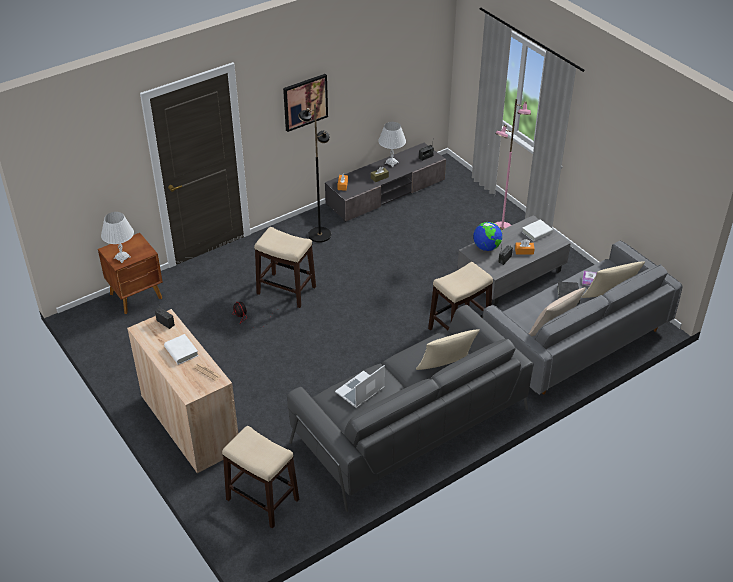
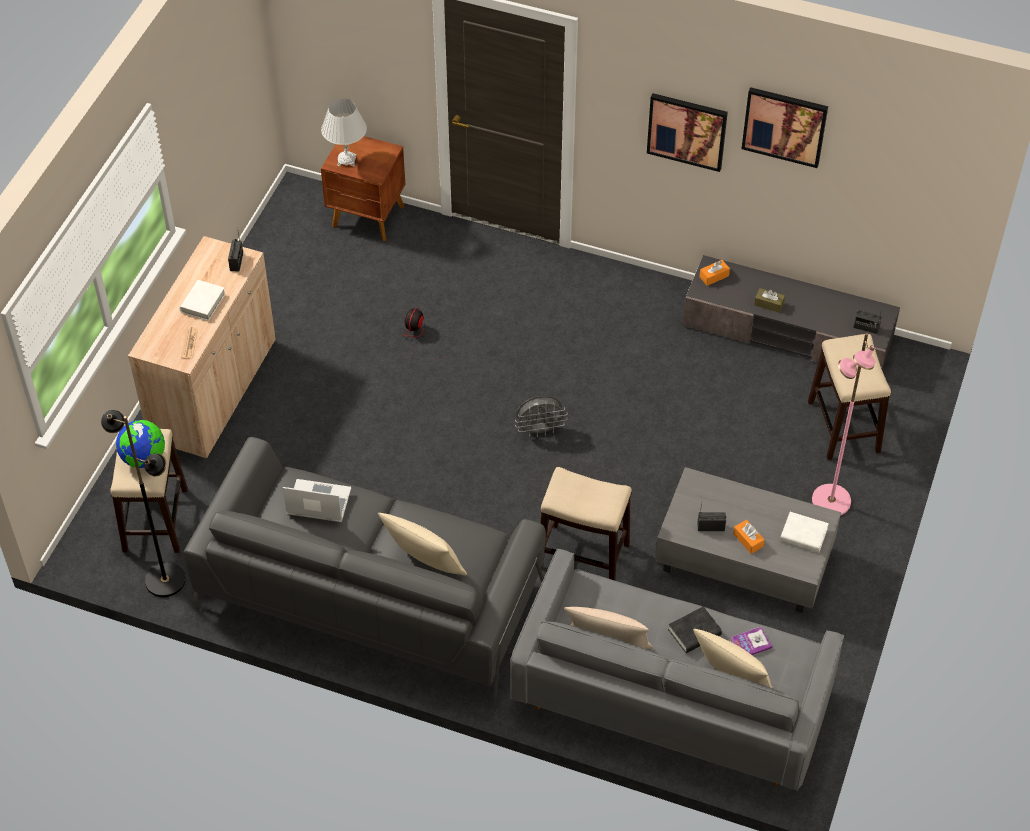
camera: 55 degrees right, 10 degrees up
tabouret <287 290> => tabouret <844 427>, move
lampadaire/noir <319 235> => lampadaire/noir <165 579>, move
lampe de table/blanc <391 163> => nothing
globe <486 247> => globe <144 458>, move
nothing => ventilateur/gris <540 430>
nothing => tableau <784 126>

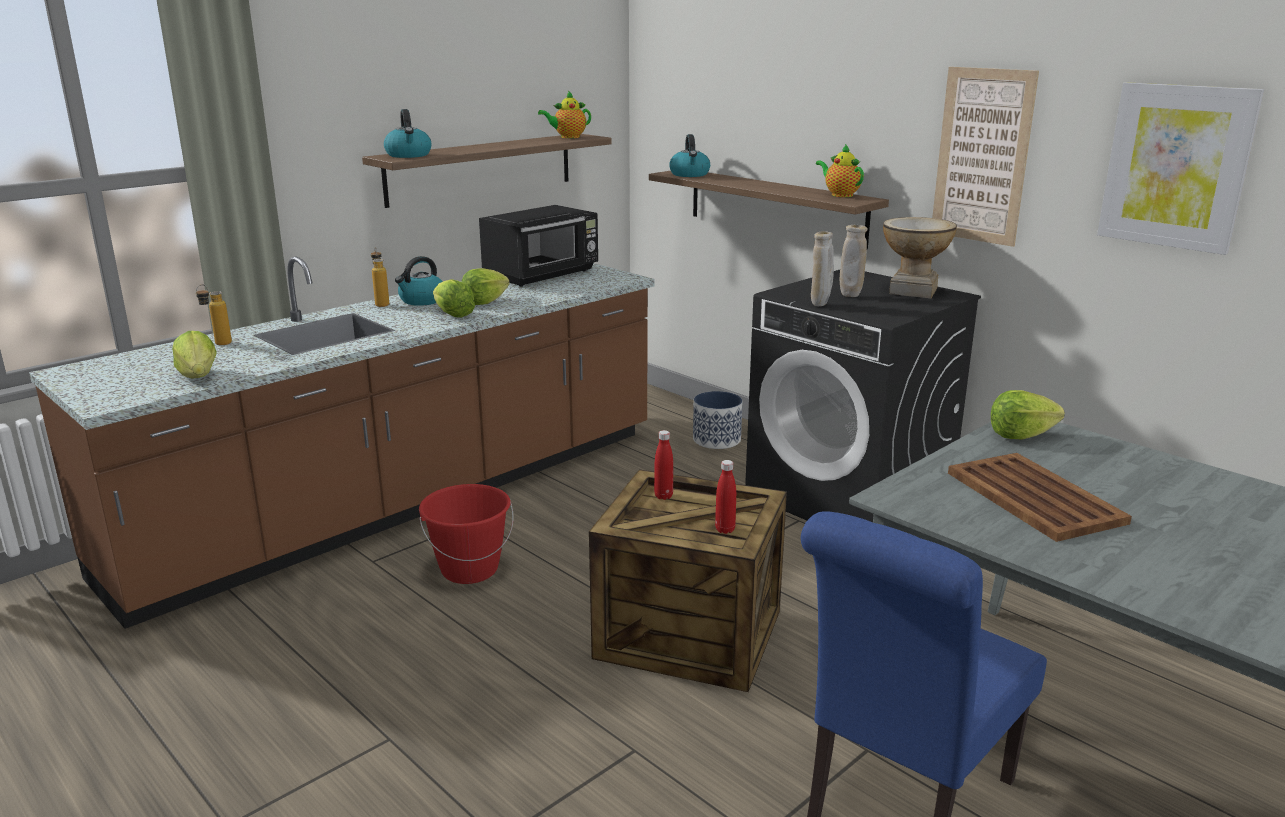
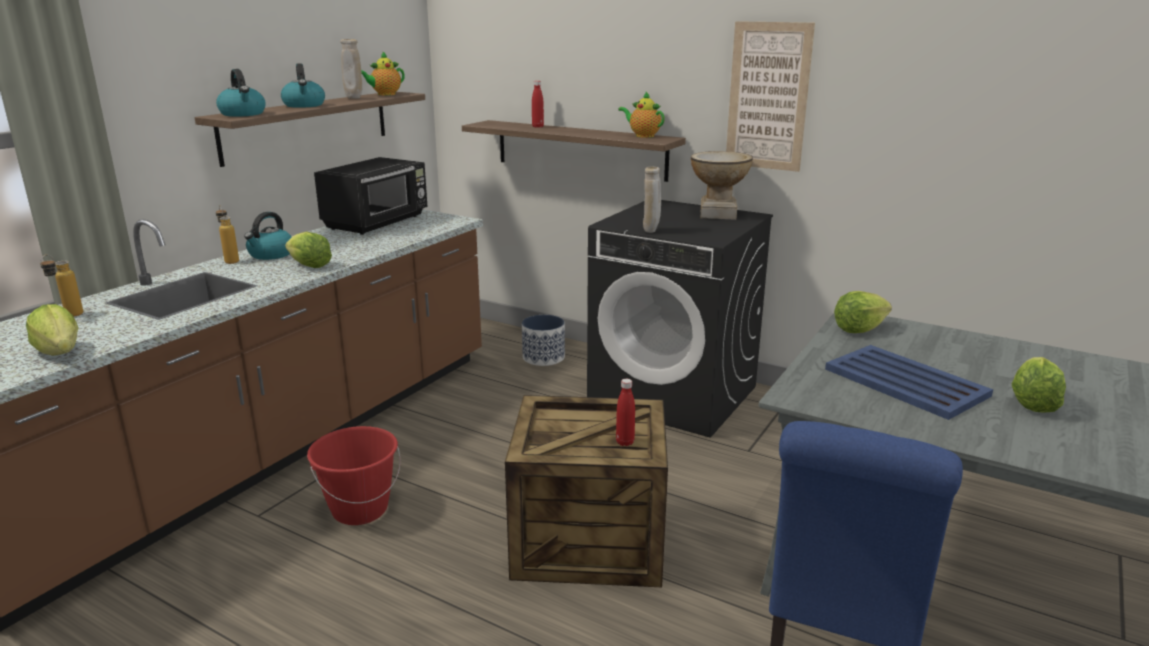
camera: 15 degrees left, 0 degrees up
laitue <484 302> => laitue <1033 403>, move
bouteille/rouge <663 496> => bouteille/rouge <537 126>, move
bouilloire <690 174> => bouilloire <304 105>, move
vase/beige <850 296> => vase/beige <354 98>, move
plateau/marron <1035 498> => plateau/bleu <906 383>
tableau <1176 166> => nothing

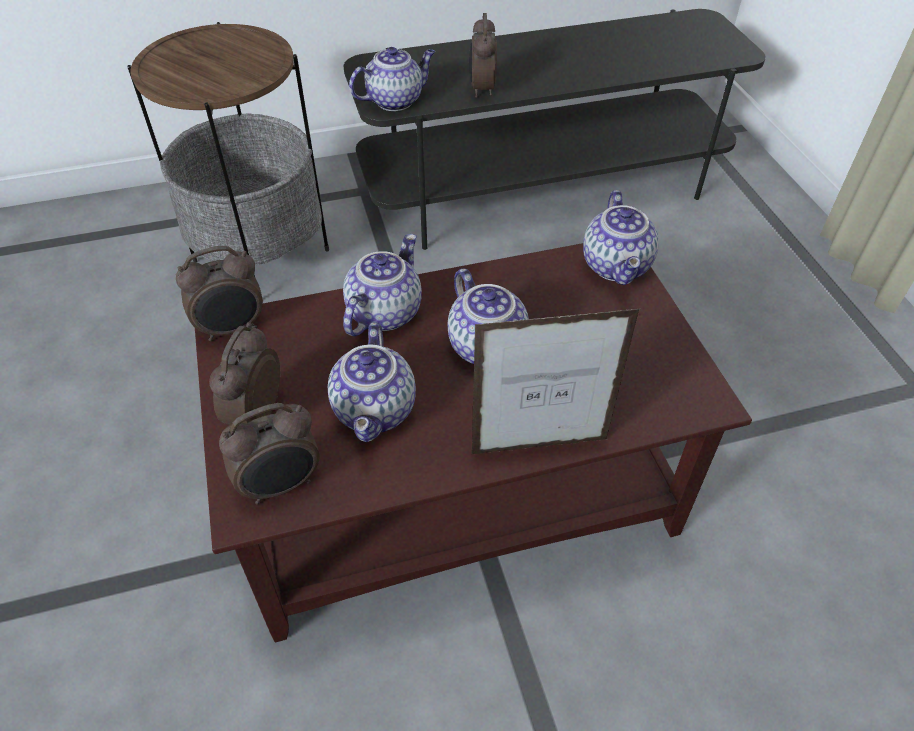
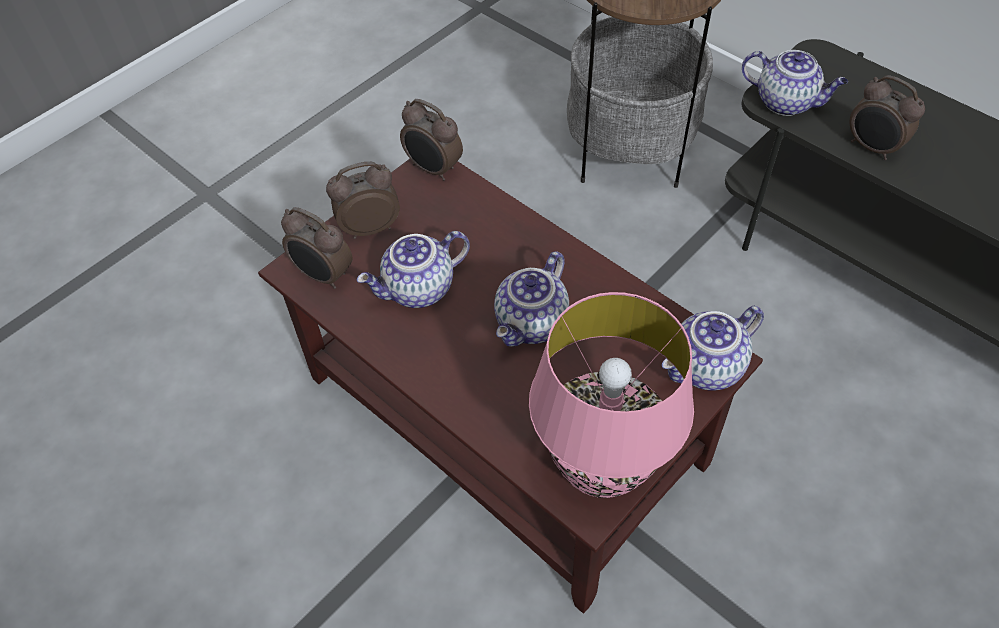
camera: 60 degrees right, 5 degrees up
théière <383 312> => nothing
réveil <481 89> => réveil <872 148>, 105 degrees counterclockwise
cadre photo <540 446> => nothing
nothing => lampe de table/rose <602 470>

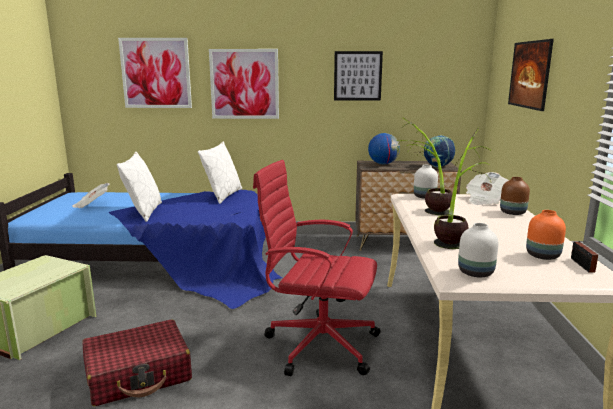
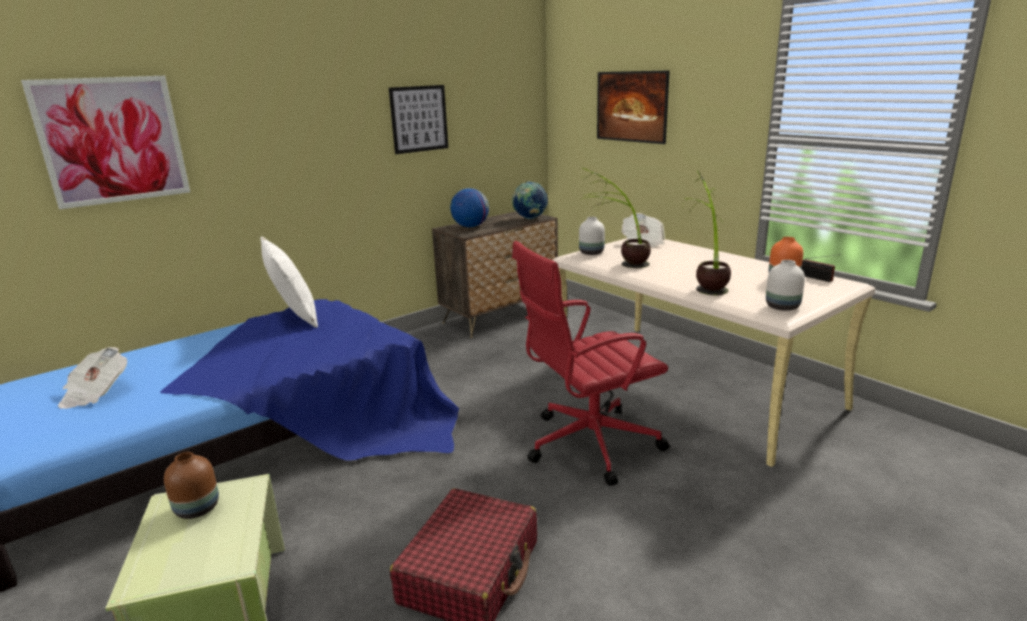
camera: 40 degrees left, 5 degrees up
coussin/blanc <143 212> => nothing
tableau <244 84> => nothing
vase/marron <513 213> => vase/marron <199 508>, move

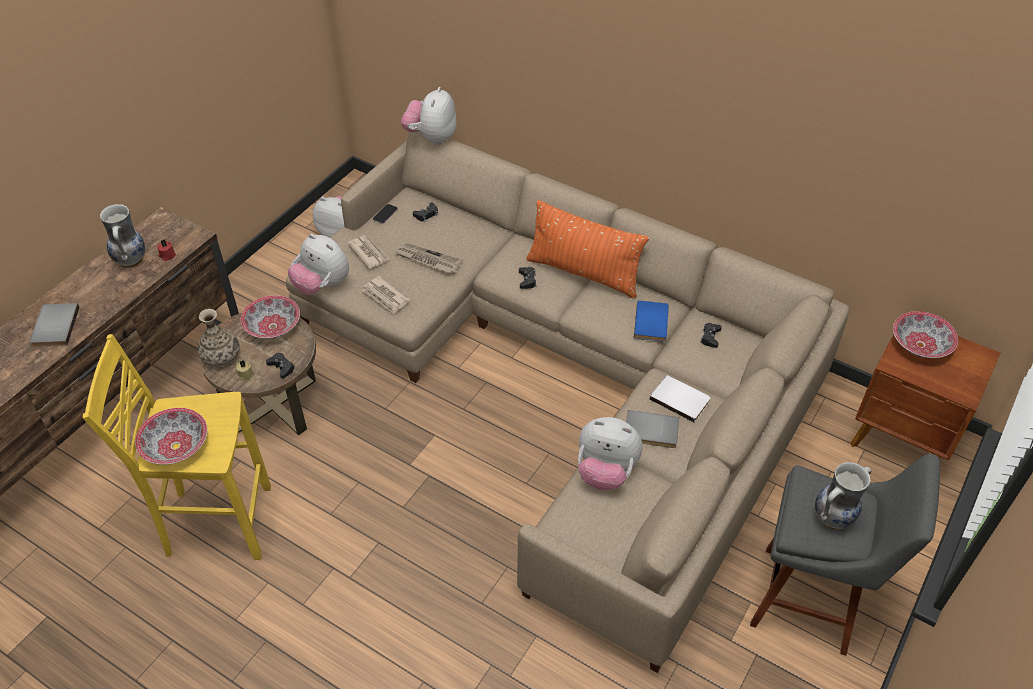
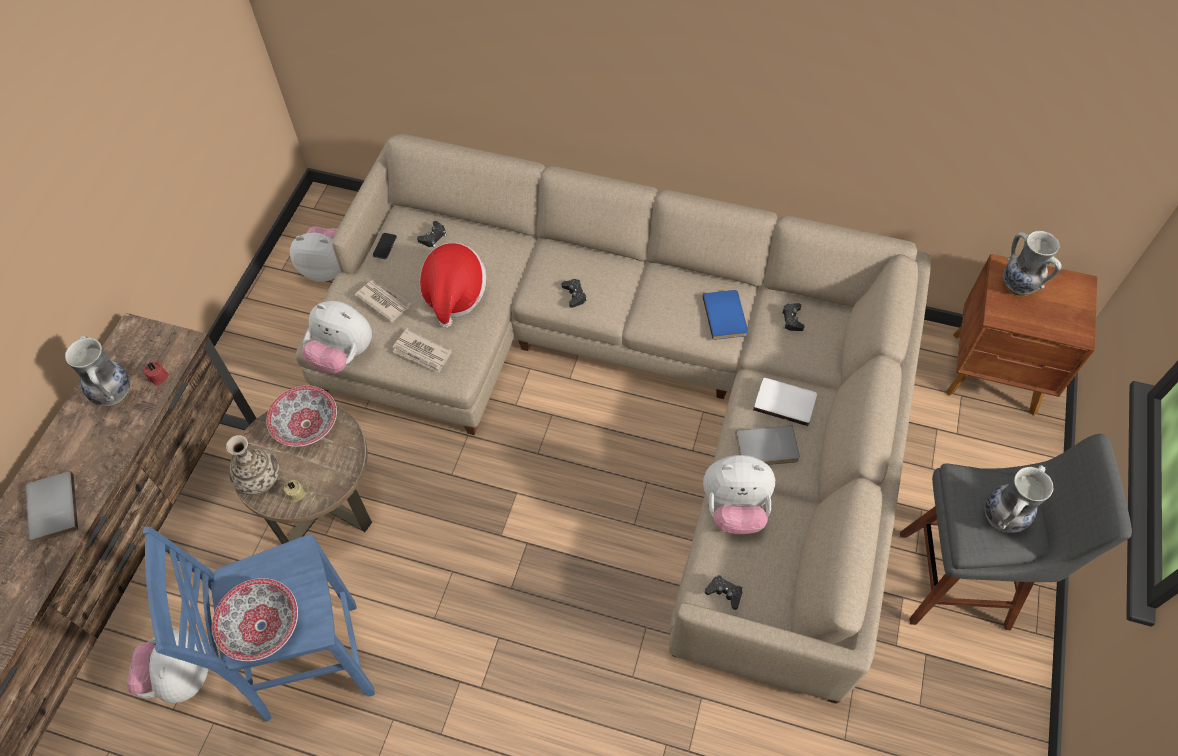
camera: 15 degrees left, 10 degrees up
tabouret/jaune <216 522> => tabouret/bleu <308 663>
manette/noir <281 367> => manette/noir <724 593>, move
journal <427 260> => chapeau <454 295>
peluche <431 137> => peluche <180 677>, move
coussin/orange <583 273> => nothing
bol <919 345> => vase <1017 286>

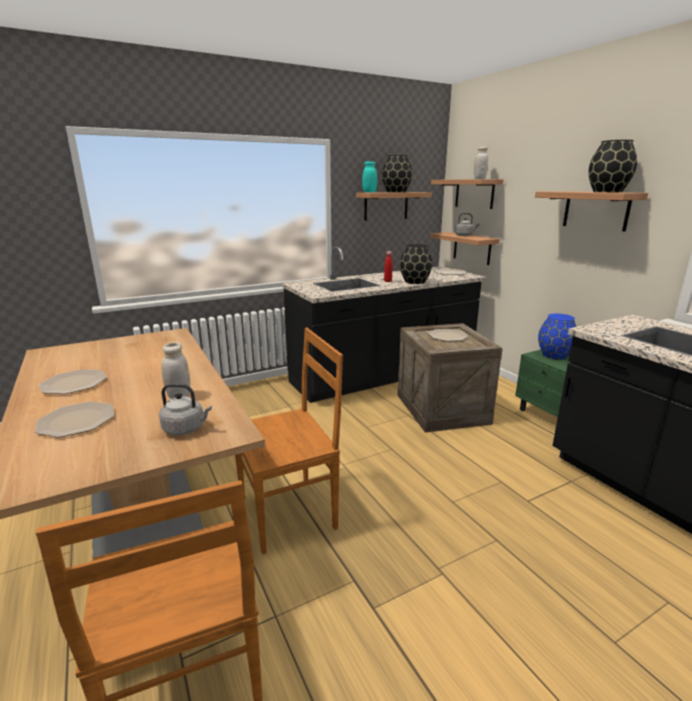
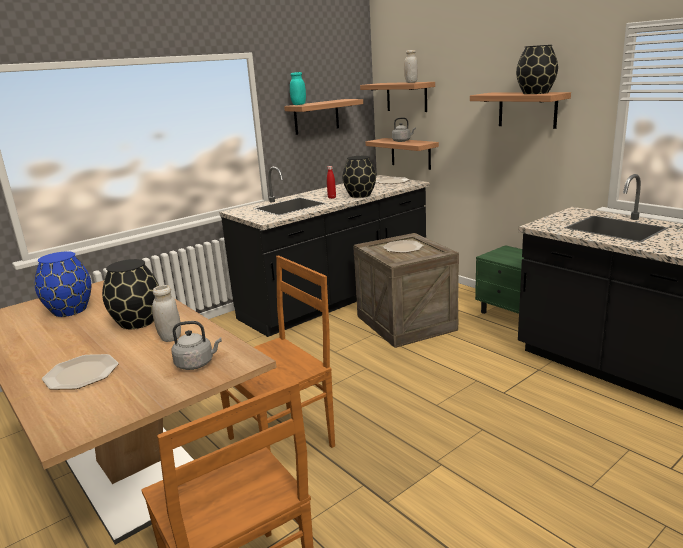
camera: 10 degrees left, 0 degrees up
assiette <73 383> => nothing
vase/noir <396 192> => vase/noir <137 322>, move
vase/bleu <555 355> => vase/bleu <70 310>, move

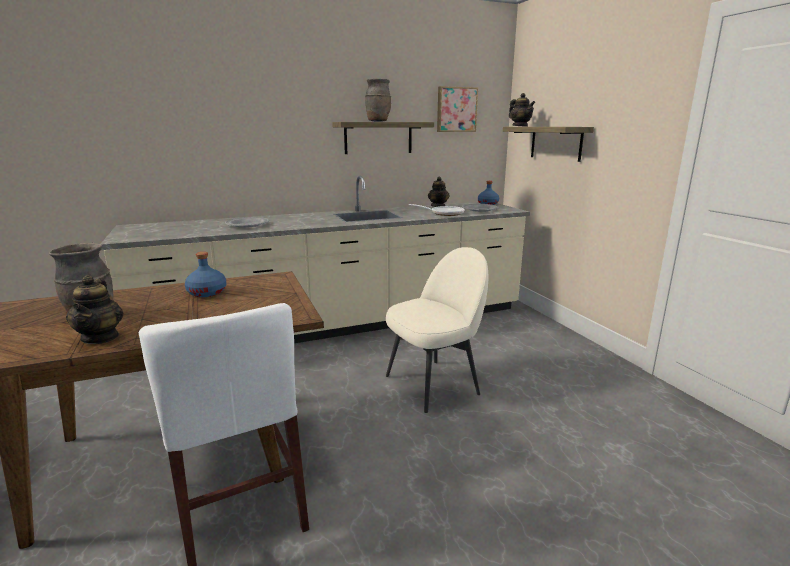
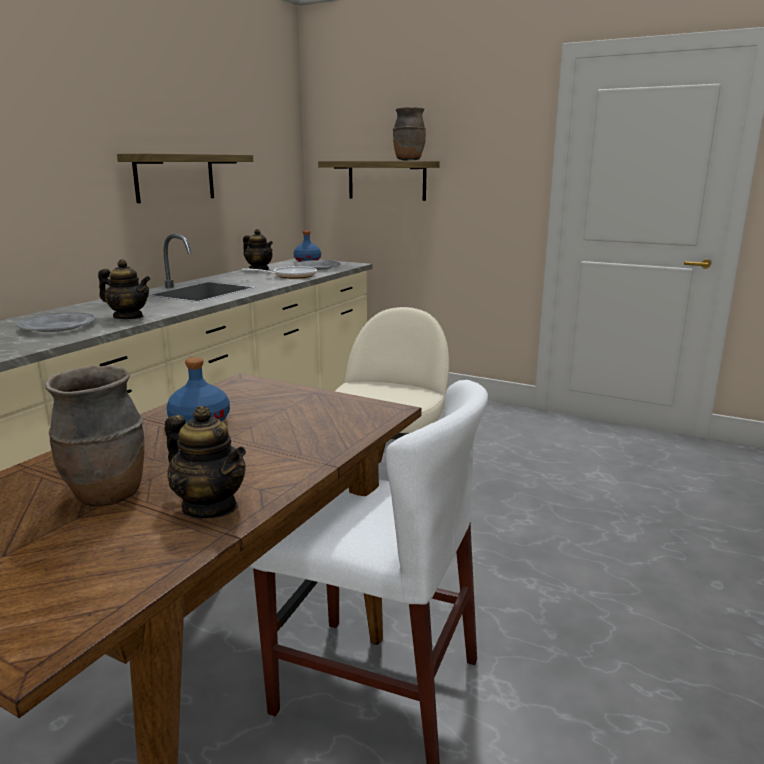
camera: 40 degrees left, 0 degrees up
vase/marron <378 121> => vase/marron <408 160>, move
tableau <456 109> => nothing
théière <520 126> => théière <128 317>, move

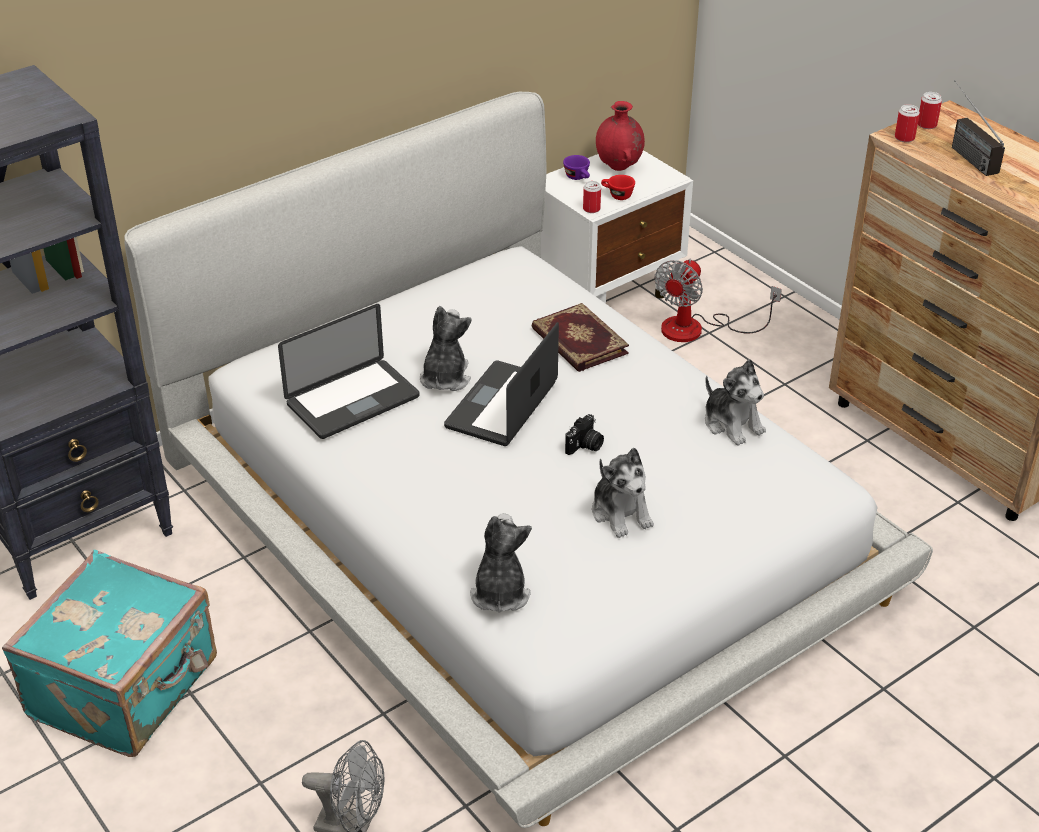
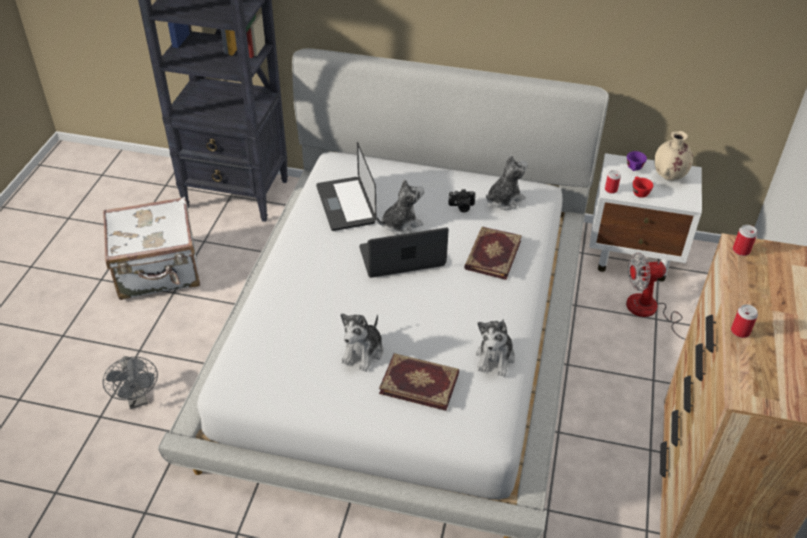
camera: 50 degrees right, 5 degrees up
valise/turquoise <127 689> => valise/blanc <158 271>
ordinateur portable <353 401> => ordinateur portable <346 205>, 60 degrees clockwise
peluche <499 593> => peluche <504 200>, move
appareil photo <585 446> => appareil photo <461 207>, move
vase/rouge <619 167> => vase/beige <668 177>
boîte métallique <926 125> => boîte métallique <740 331>, move
radio <964 152> => nothing
nothing => livre <419 382>

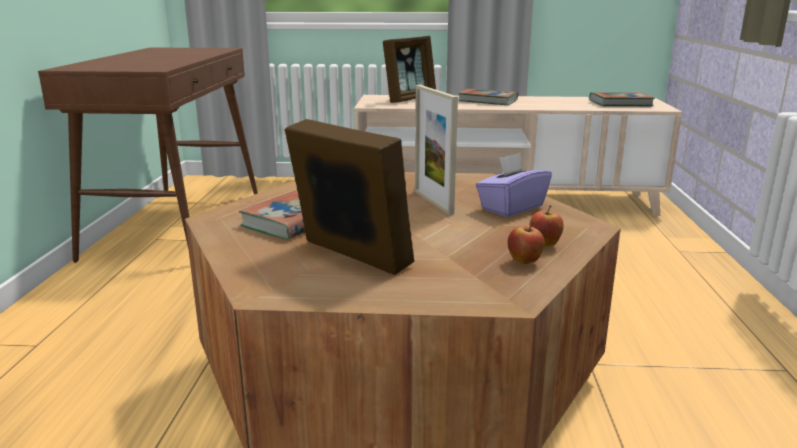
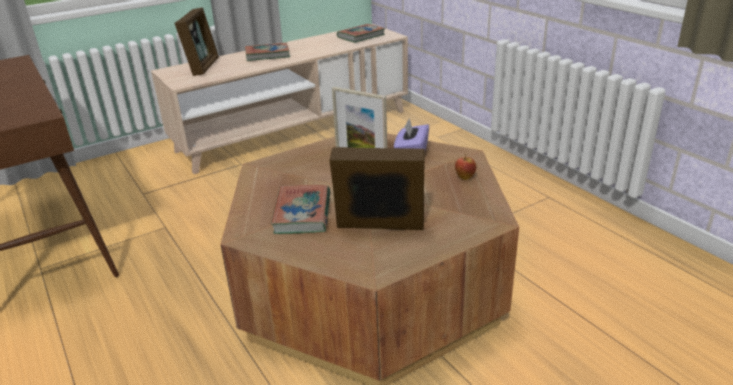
camera: 35 degrees left, 10 degrees up
pomme <524 262> => nothing

